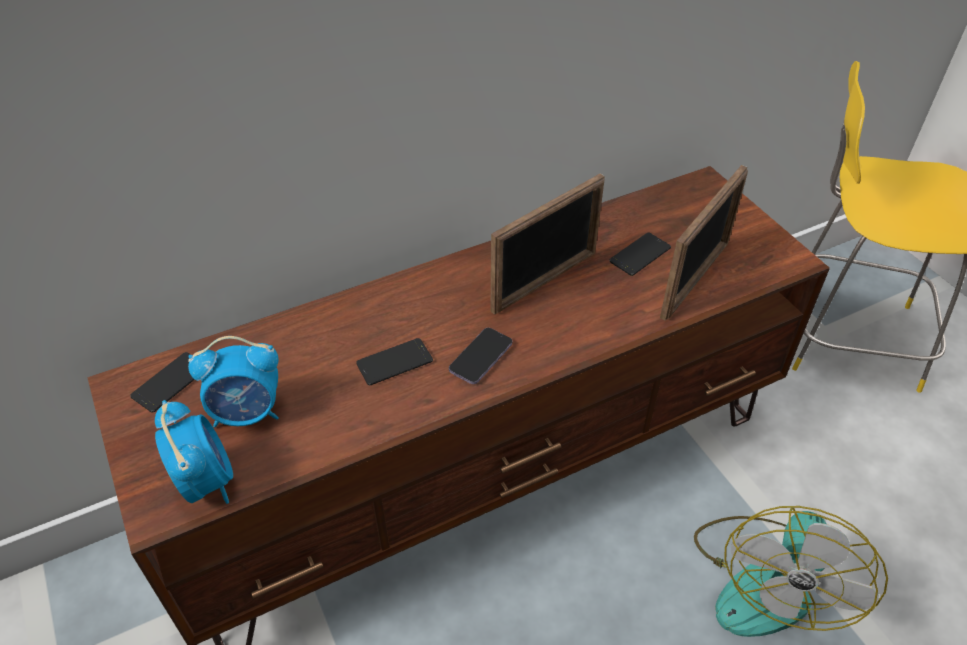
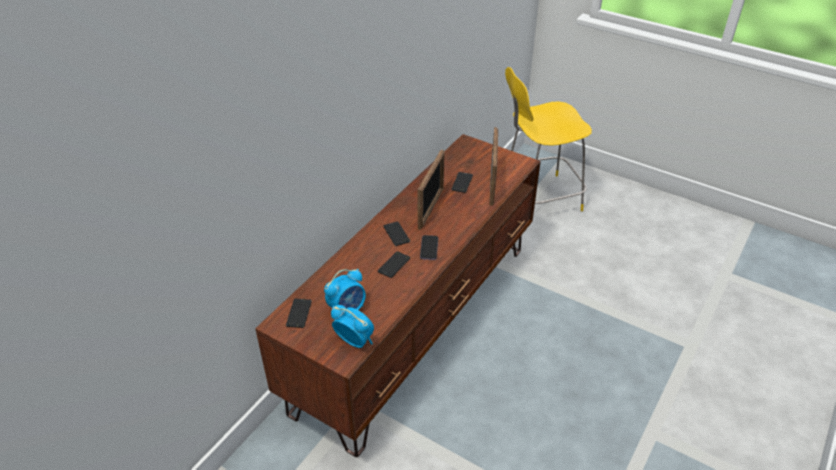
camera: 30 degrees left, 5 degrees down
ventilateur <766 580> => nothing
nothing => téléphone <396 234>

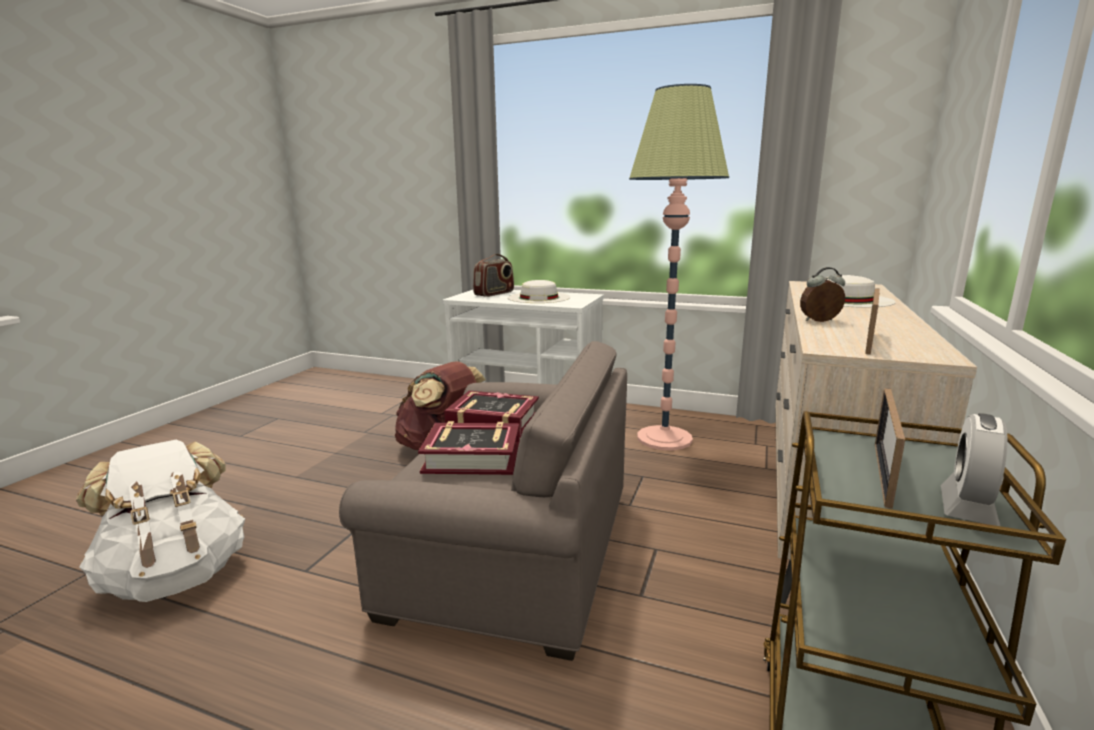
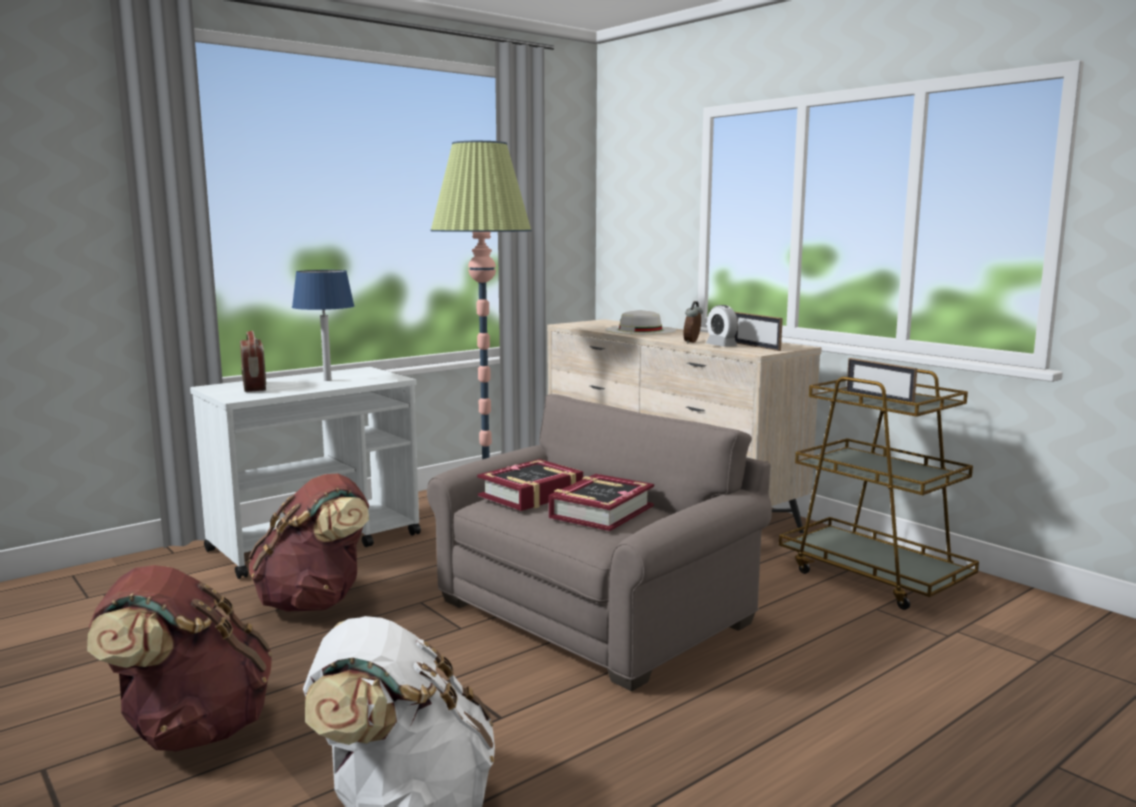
camera: 60 degrees left, 5 degrees down
chapeau/blanc <539 297> => lampe de table/bleu <327 380>
réveil <967 507> => réveil <721 345>, move
nothing => sac à dos/marron <191 730>

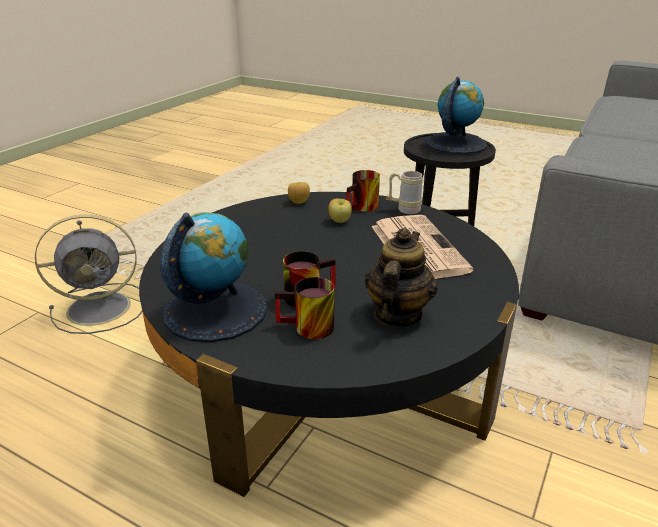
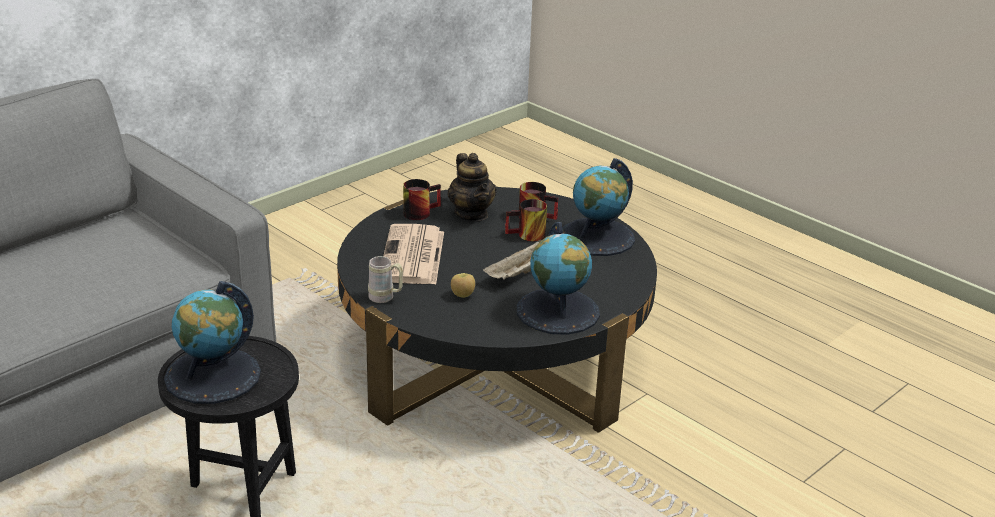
camera: 165 degrees left, 0 degrees up
ventilateur/gris <102 308> => nothing
pomme <299 202> => nothing
mug <363 208> => mug <419 212>, move
théière <397 314> => théière <471 214>, 60 degrees counterclockwise
nothing => plateau/beige <519 274>
nothing => globe <558 311>

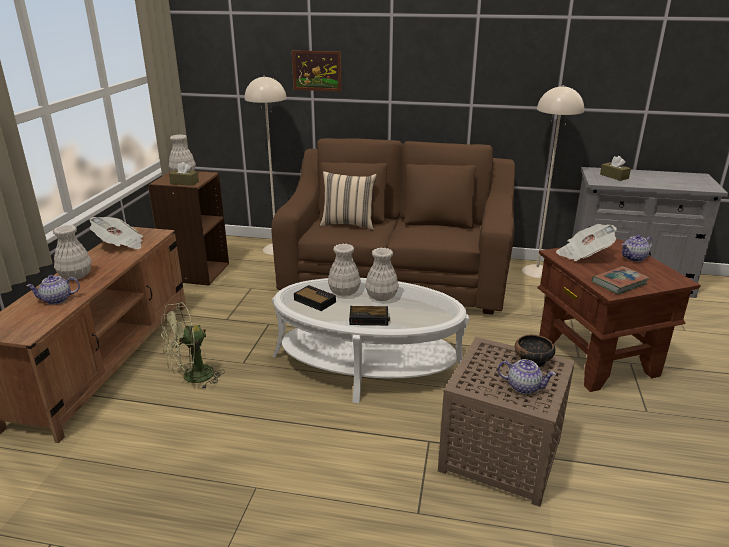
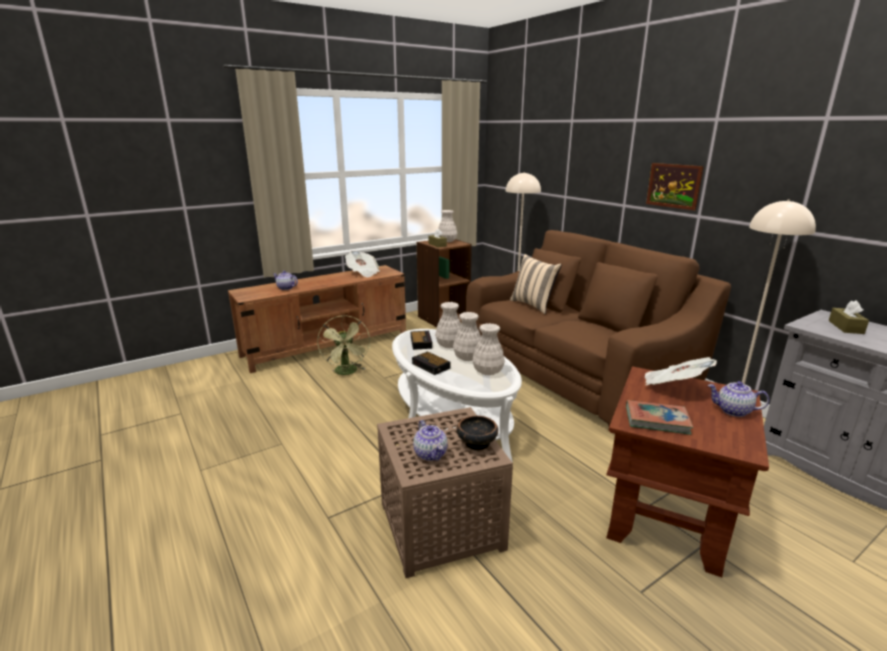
camera: 45 degrees right, 5 degrees down
vase/blanc <75 276> => vase/blanc <487 371>, move
ventilateur/vert <192 377> => ventilateur/vert <347 372>, 120 degrees counterclockwise
tableau <317 70> => tableau <673 186>, move

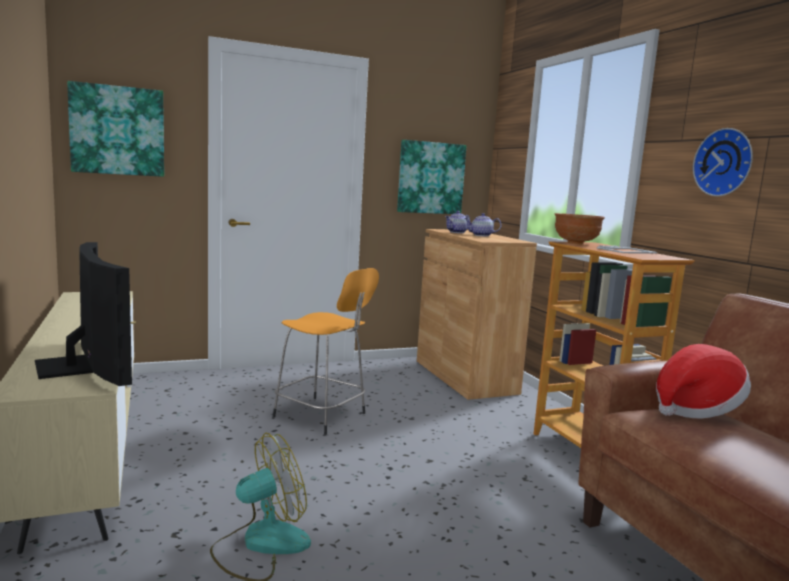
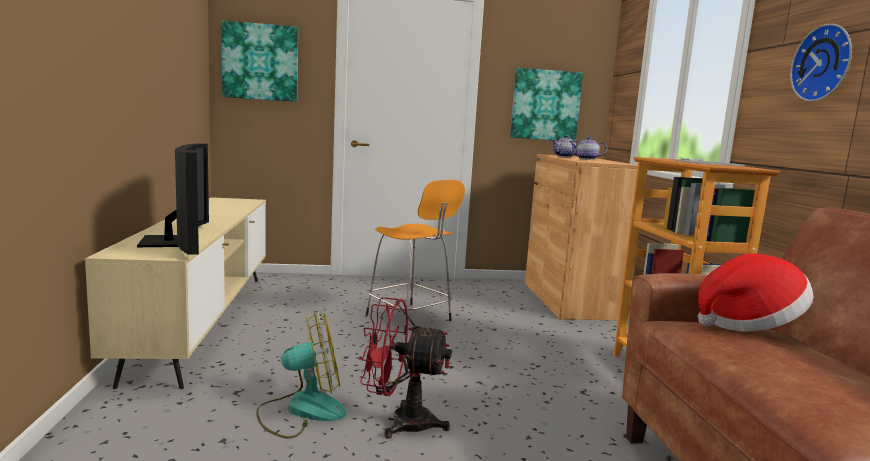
camera: 15 degrees right, 0 degrees up
bol/marron <576 243> => nothing
nothing => ventilateur/rouge <400 421>

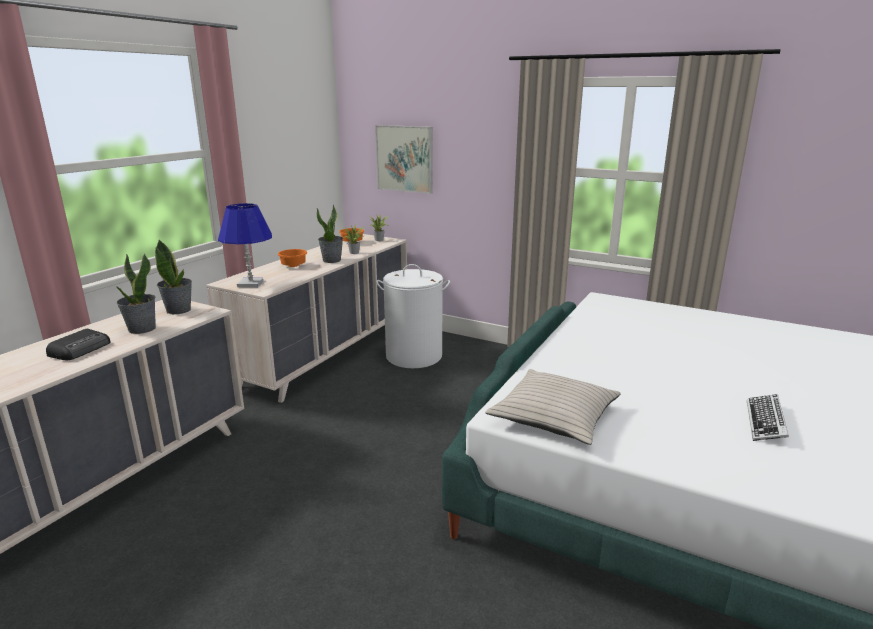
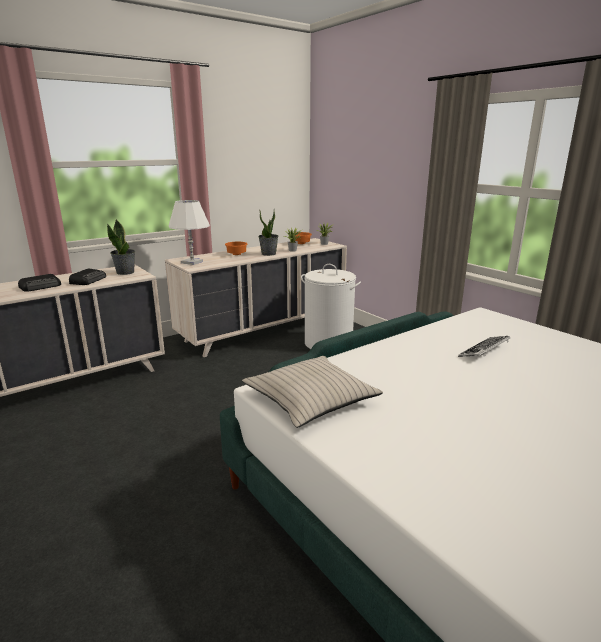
camera: 25 degrees right, 0 degrees up
plante en pot <141 329> => radio <88 280>
lampe de table/bleu <250 283> => lampe de table/blanc <192 262>
tableau <404 158> => nothing
clavier <765 422> => clavier <484 351>, move

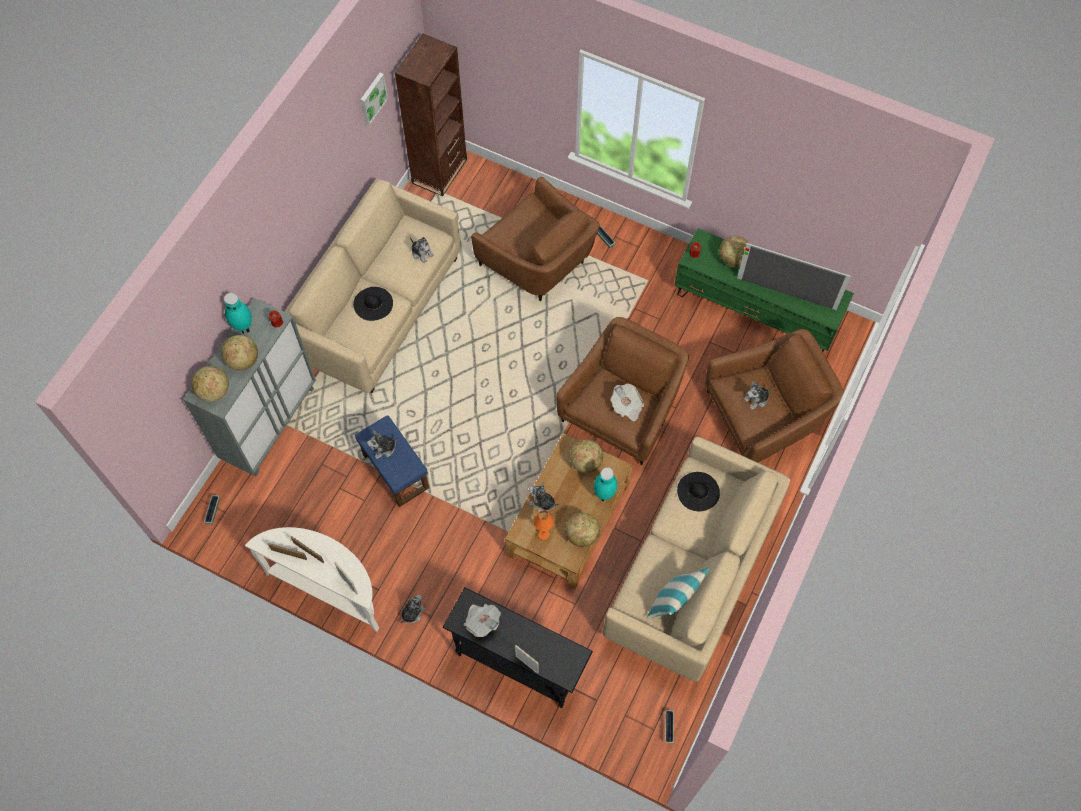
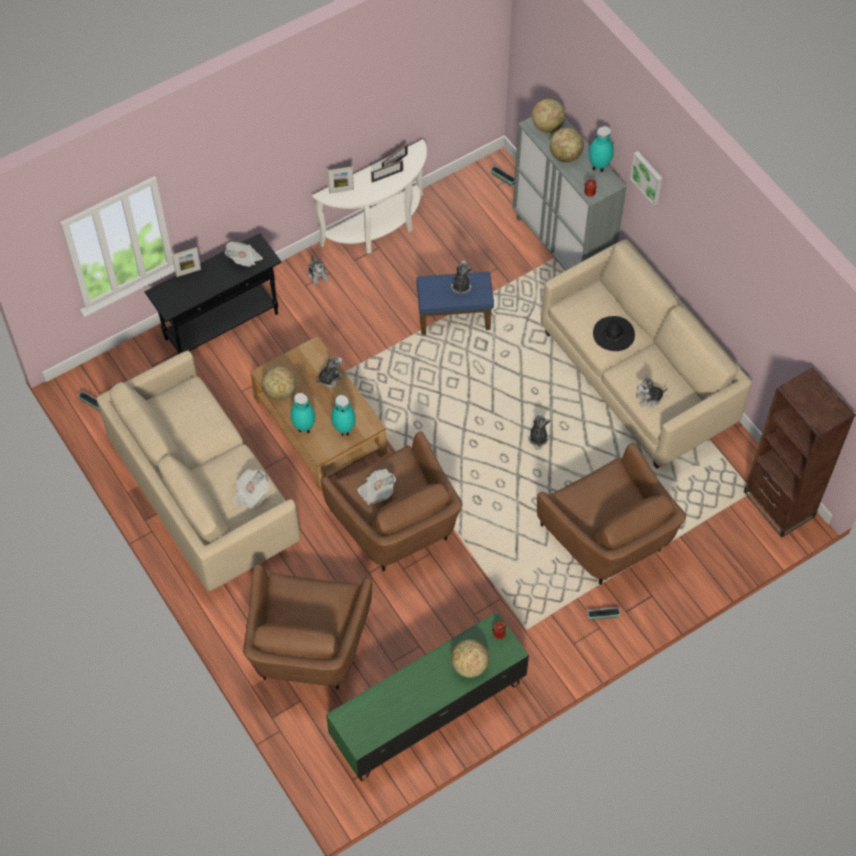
camera: 120 degrees right, 5 degrees down
tableau <372 98> => tableau <648 177>, move
fauteuil/marron <538 263> => fauteuil/marron <608 538>, 105 degrees counterclockwise
lampe de table/orange <543 535> => nothing
globe <585 462> => vase/turquoise <344 430>
coussin <673 601> => nothing
chapeau/noir <698 491> => journal <250 494>
téléviseur <786 293> => nothing
peluche <756 399> => peluche <538 437>, move

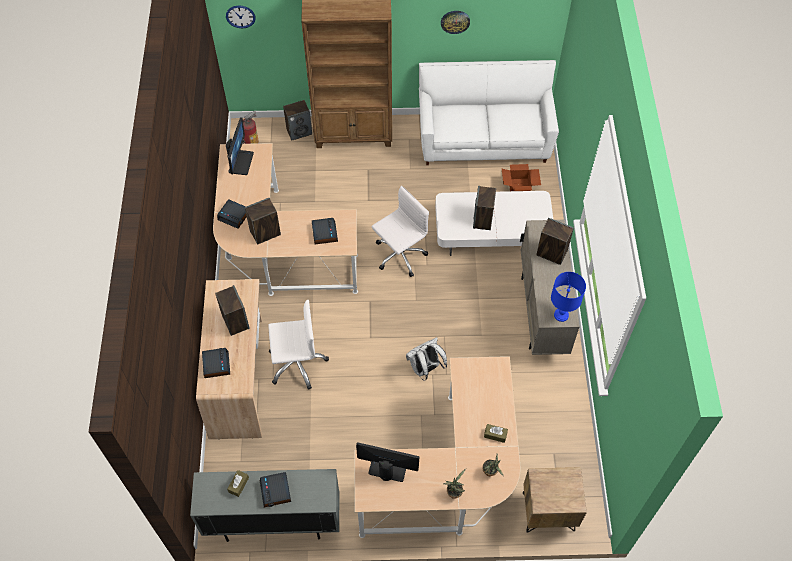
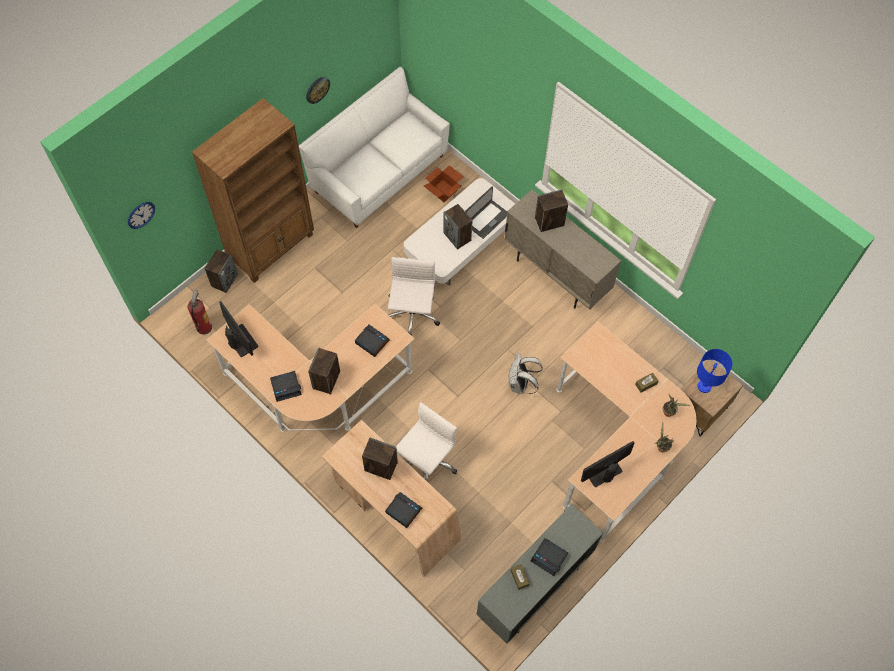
camera: 45 degrees left, 5 degrees up
lampe de table/bleu <561 315> => lampe de table/bleu <704 386>, move
nothing => ordinateur portable <486 219>

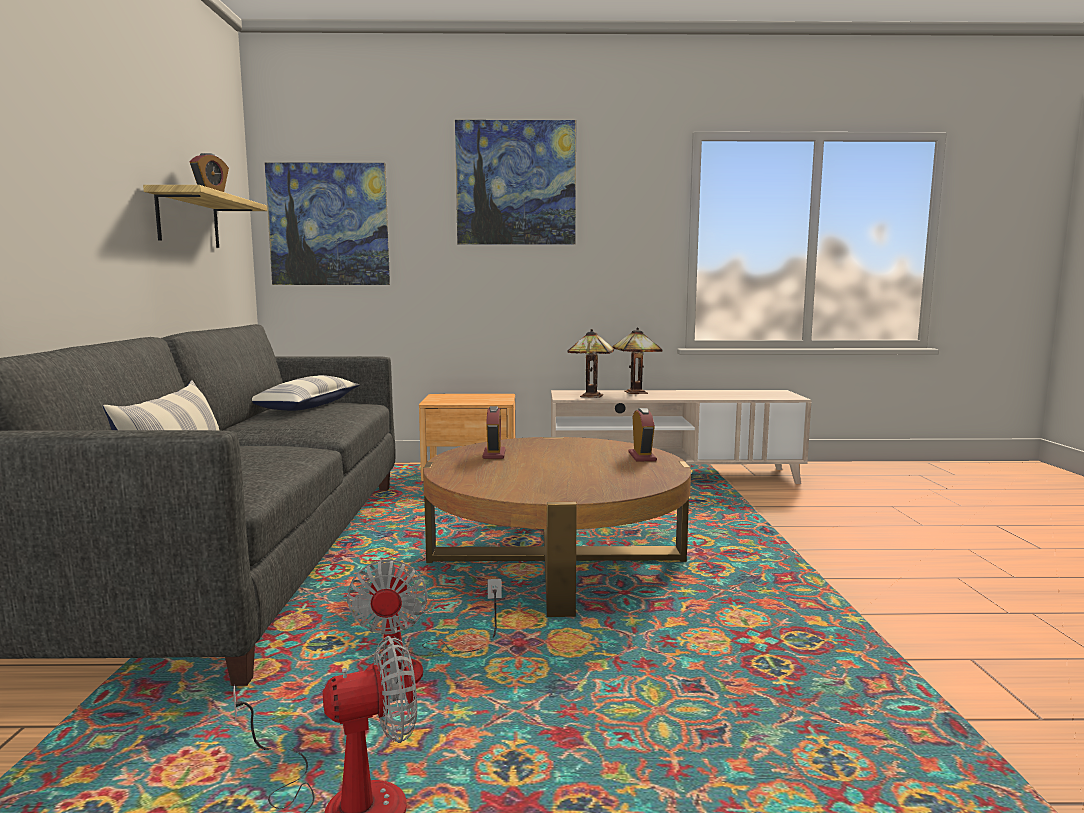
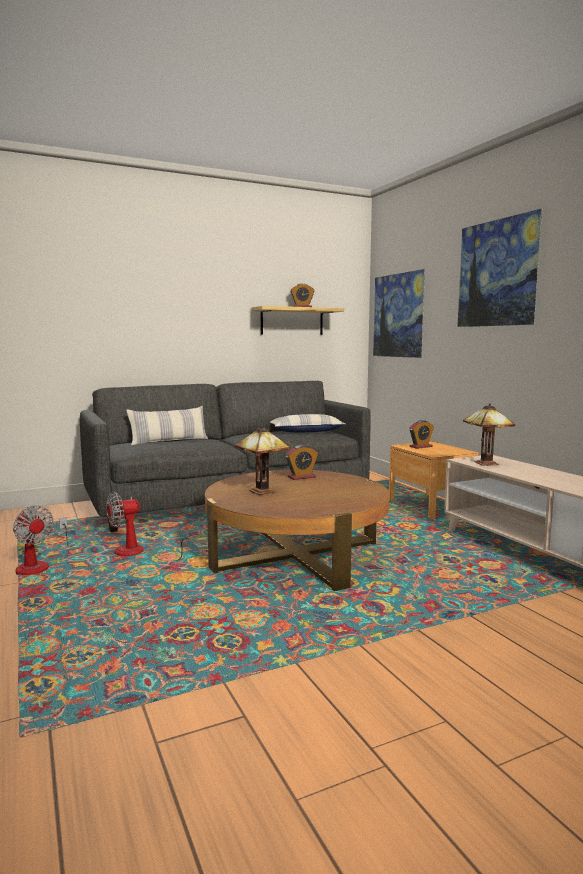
camera: 65 degrees right, 0 degrees up
lampe de table <634 392> => lampe de table <263 491>, move
réveil <642 456> => réveil <421 446>, move

